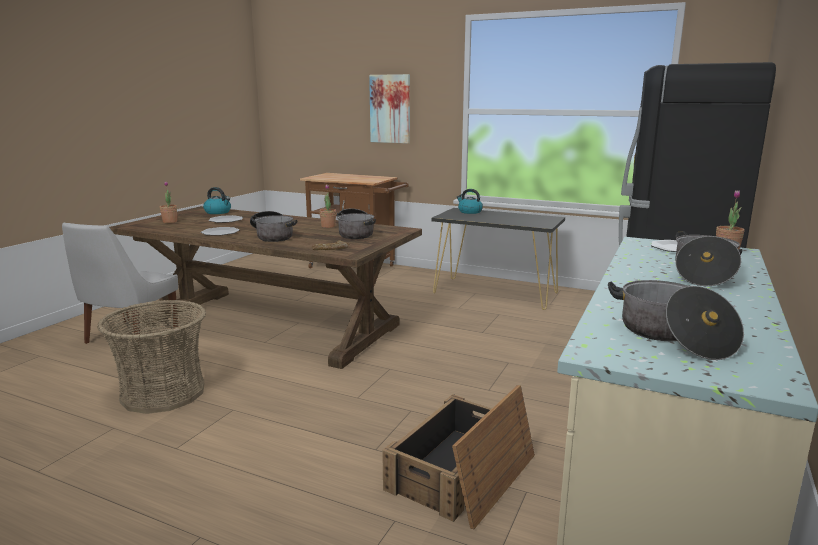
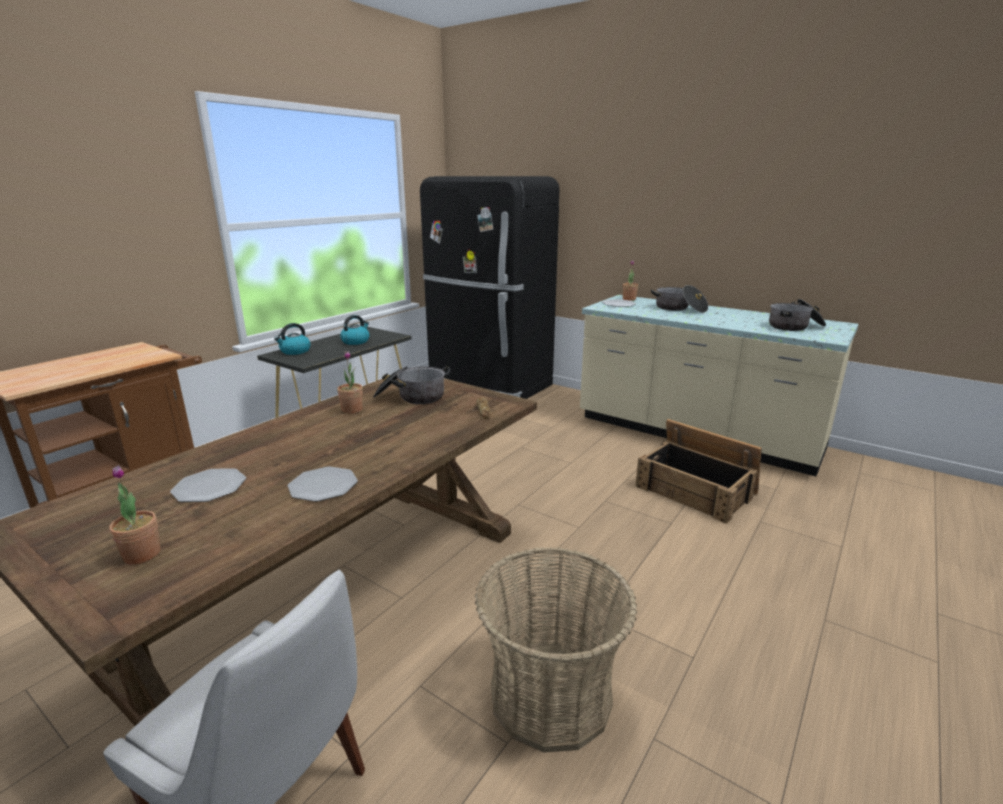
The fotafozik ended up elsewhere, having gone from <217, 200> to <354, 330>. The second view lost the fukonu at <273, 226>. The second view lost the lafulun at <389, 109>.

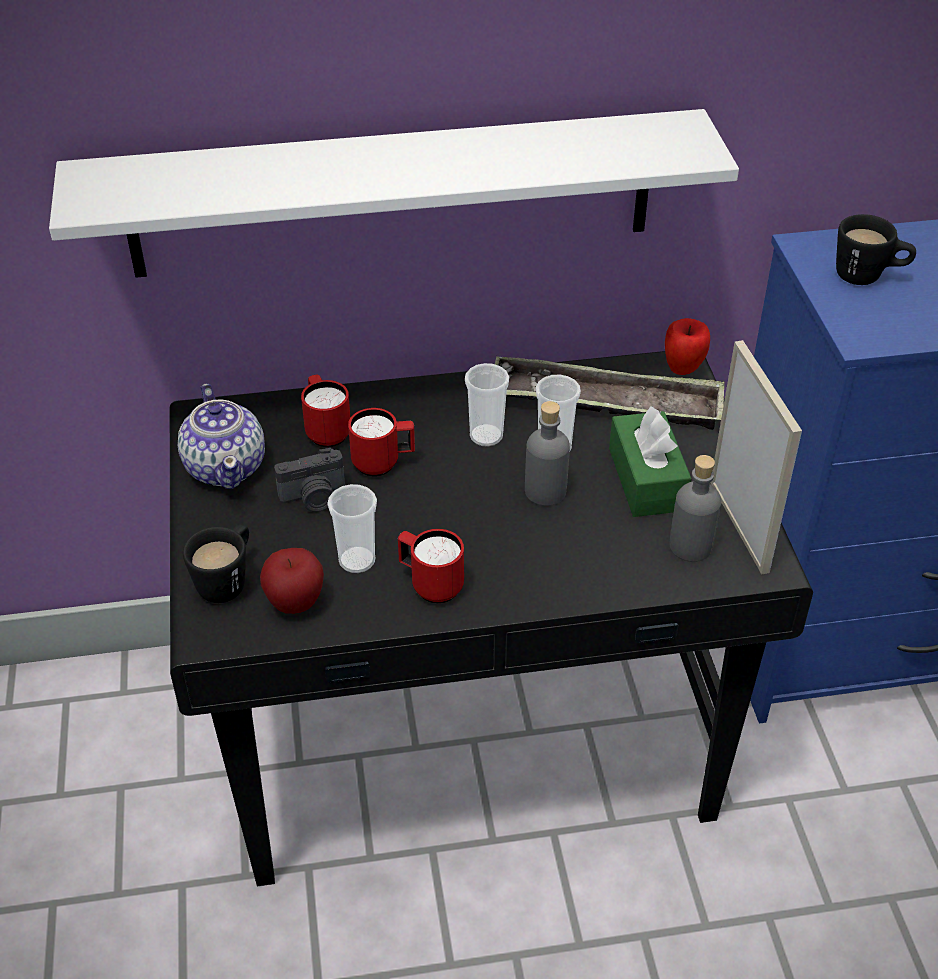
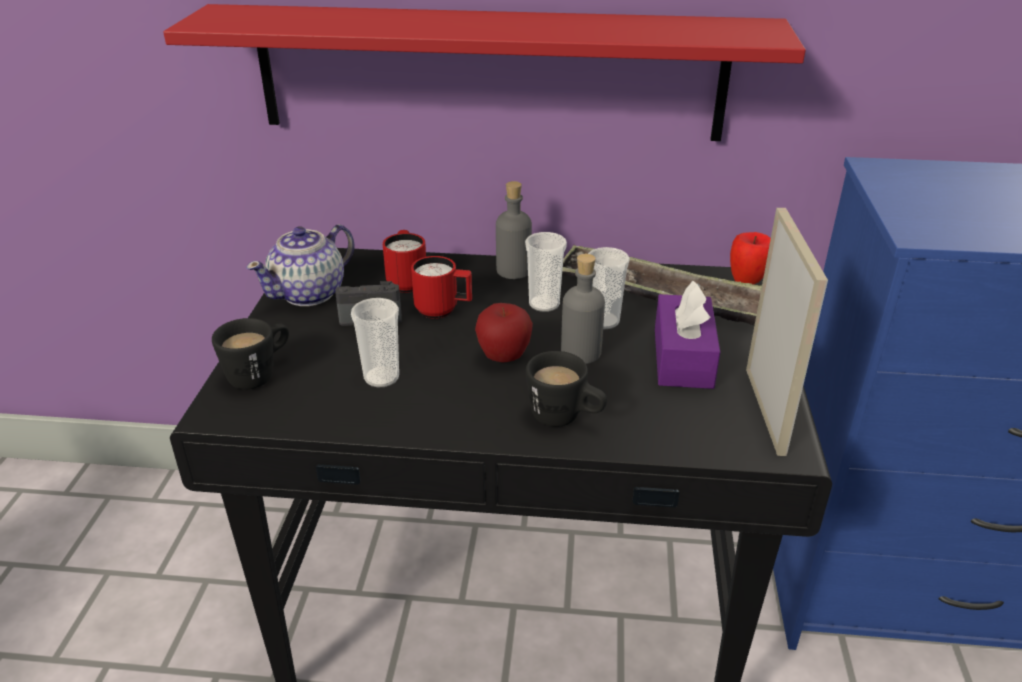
What was the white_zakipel at <394, 193> turned into the red_zakipel at <484, 72>. The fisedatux at <221, 436> ended up facing another way, 45 degrees clockwise from before. The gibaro ended up elsewhere, having gone from <292, 581> to <504, 332>. The second view lost the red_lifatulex at <431, 566>. What was the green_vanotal at <650, 461> turned into the purple_vanotal at <687, 335>. The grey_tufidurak ended up elsewhere, having gone from <695, 508> to <514, 230>. The black_lifatulex ended up elsewhere, having gone from <876, 249> to <566, 389>.

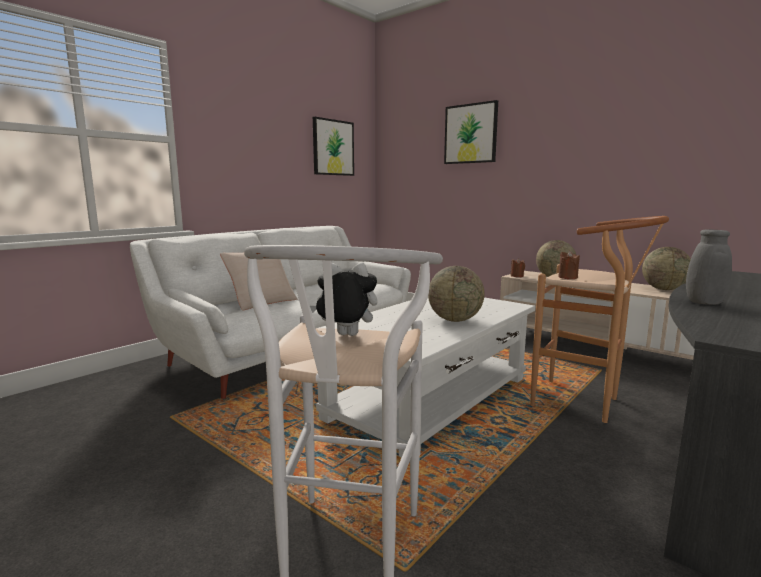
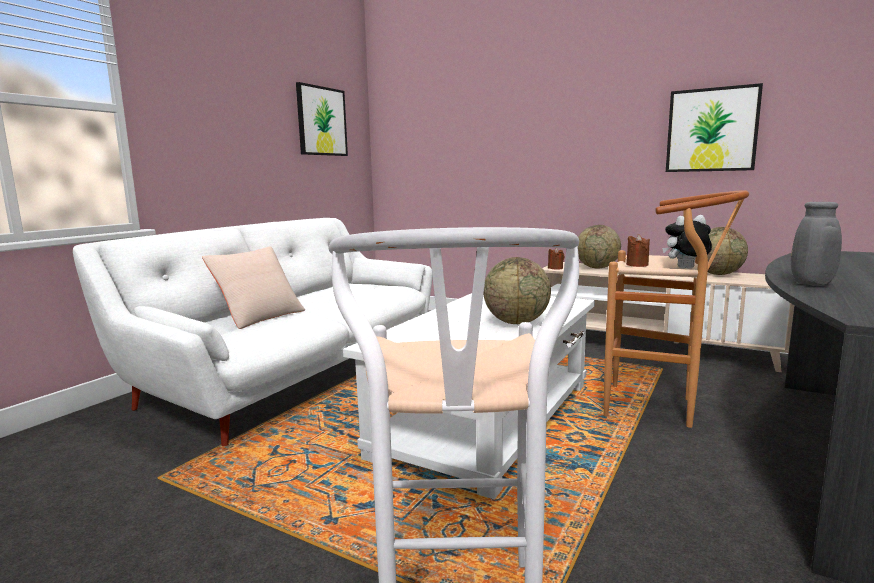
The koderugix ended up elsewhere, having gone from <344, 299> to <687, 242>. The lafulun ended up elsewhere, having gone from <471, 132> to <714, 127>.

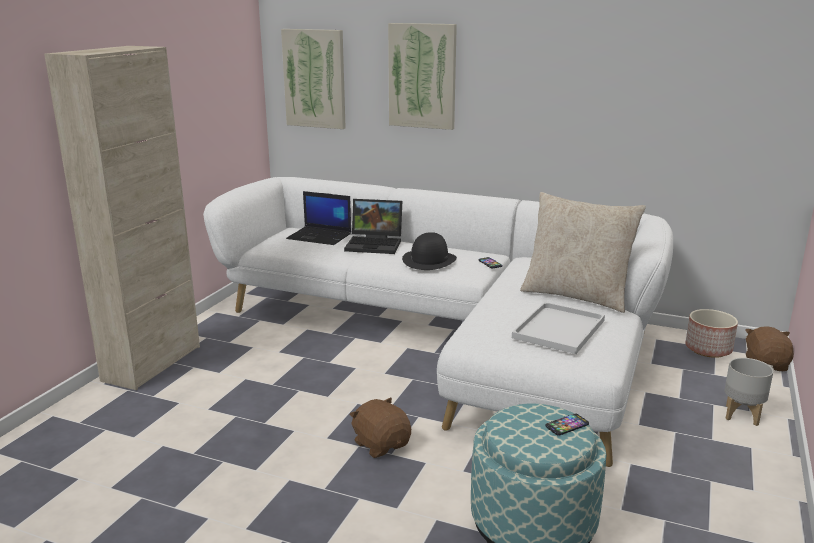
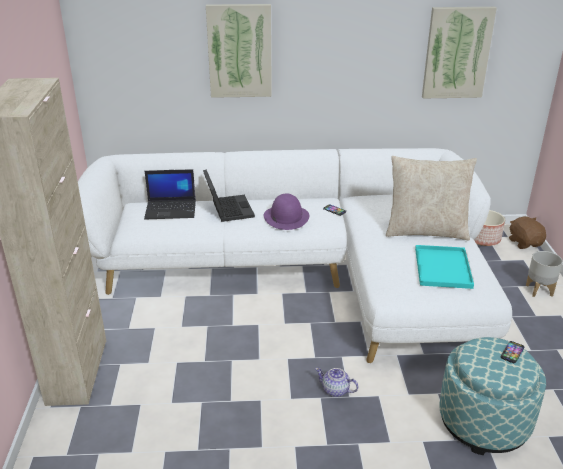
The lafulun ended up elsewhere, having gone from <313, 79> to <459, 53>. The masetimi at <373, 226> ended up facing another way, 90 degrees counterclockwise from before. Where the brown_koderugix stood at <380, 428>, the fisedatux came to stand at <336, 382>. What was the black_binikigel at <429, 251> turned into the purple_binikigel at <286, 211>. What was the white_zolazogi at <558, 328> turned into the turquoise_zolazogi at <444, 267>.

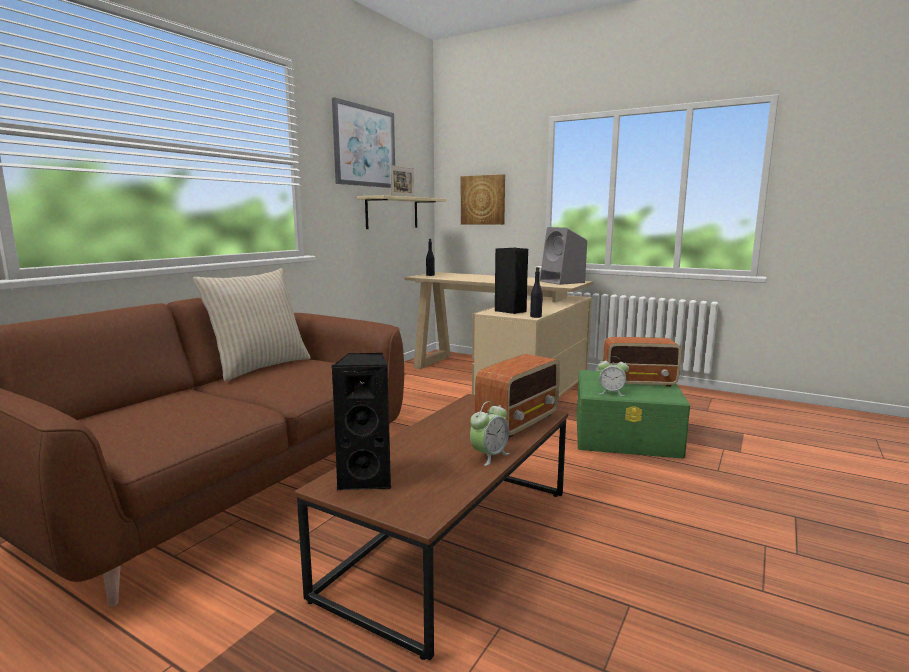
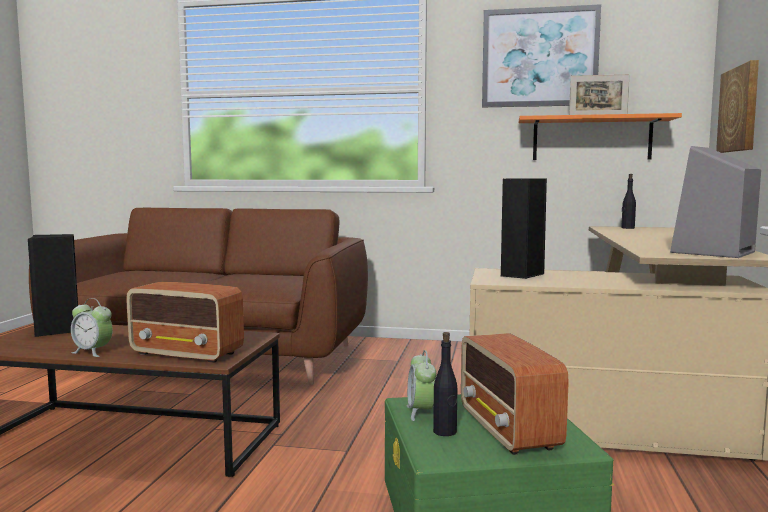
The second view lost the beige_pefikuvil at <252, 325>. What was the beige_zakipel at <401, 212> turned into the orange_zakipel at <600, 136>. The black_tufidurak ended up elsewhere, having gone from <536, 292> to <445, 384>.

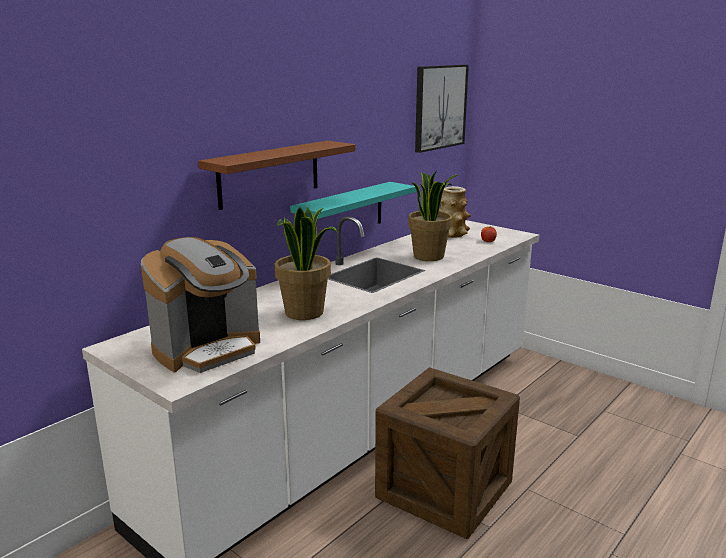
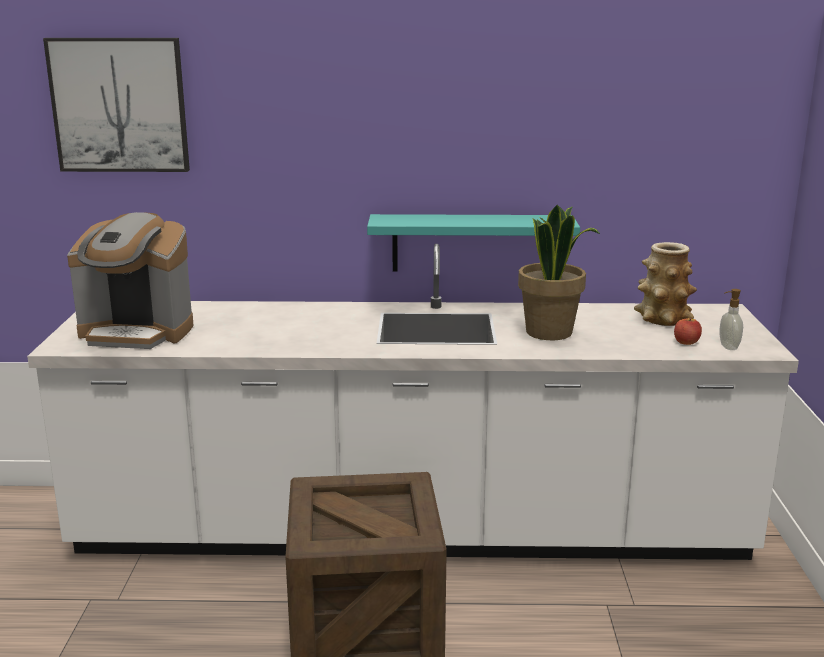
The second view lost the brown_zakipel at <276, 175>. The second view lost the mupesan at <306, 263>. The lafulun ended up elsewhere, having gone from <442, 109> to <116, 105>. The second view gained the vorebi at <731, 319>.

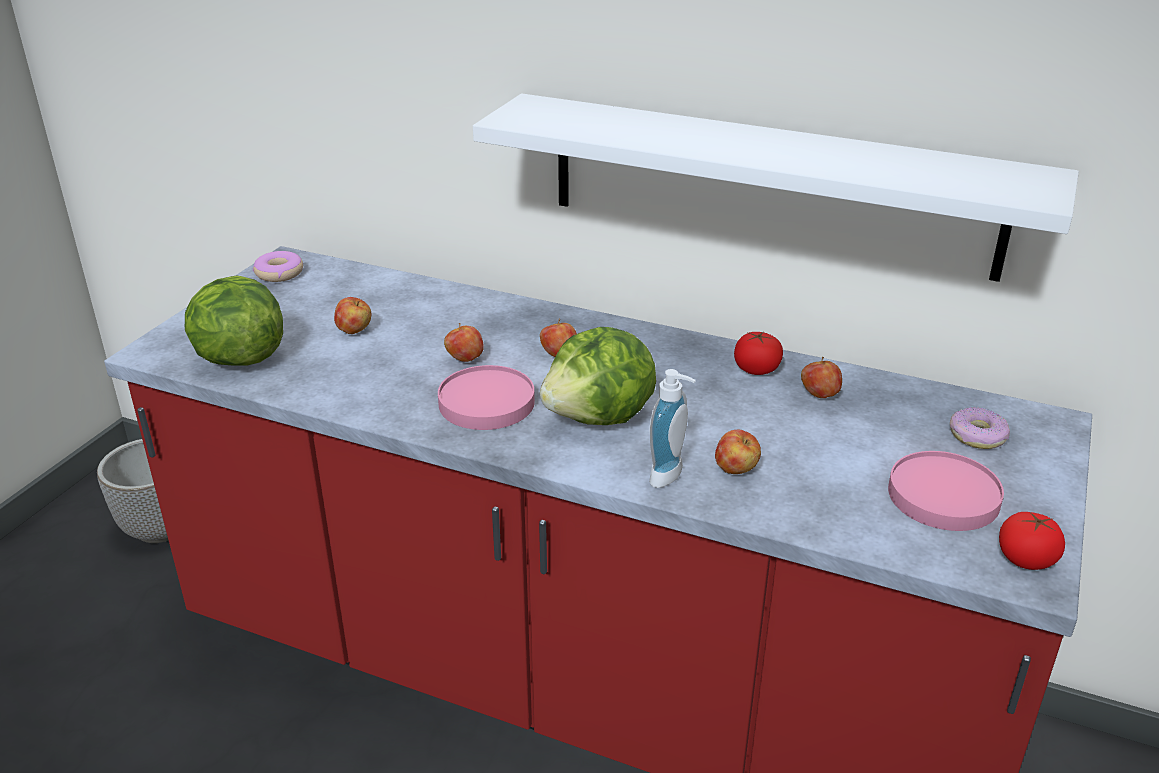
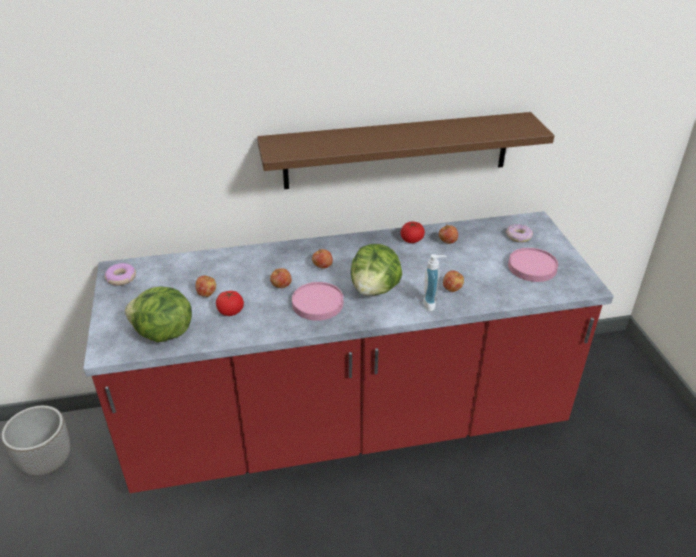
What was the white_zakipel at <776, 188> turned into the brown_zakipel at <405, 150>. The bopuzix ended up elsewhere, having gone from <1032, 541> to <230, 303>.

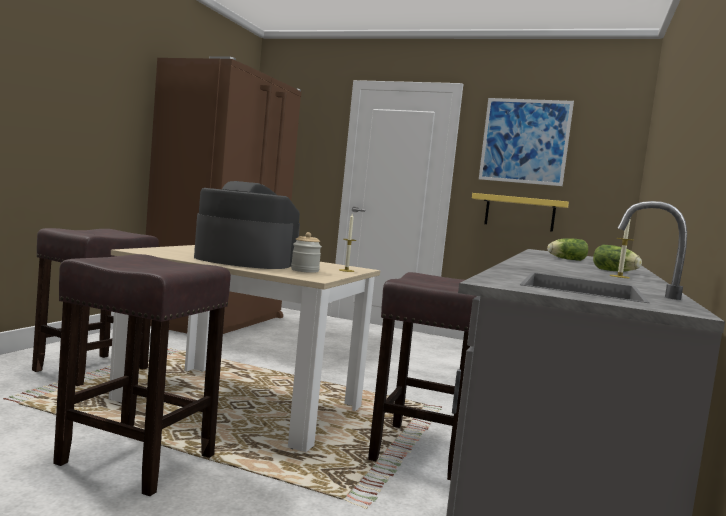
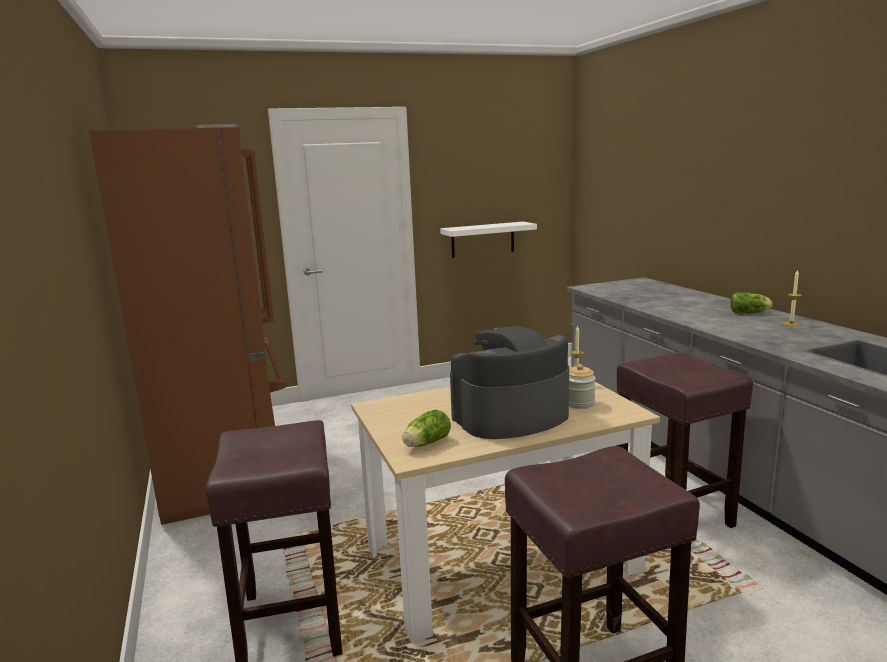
What was the yellow_zakipel at <520, 212> turned into the white_zakipel at <488, 240>. The second view lost the lafulun at <526, 142>. The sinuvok ended up elsewhere, having gone from <567, 249> to <426, 428>.

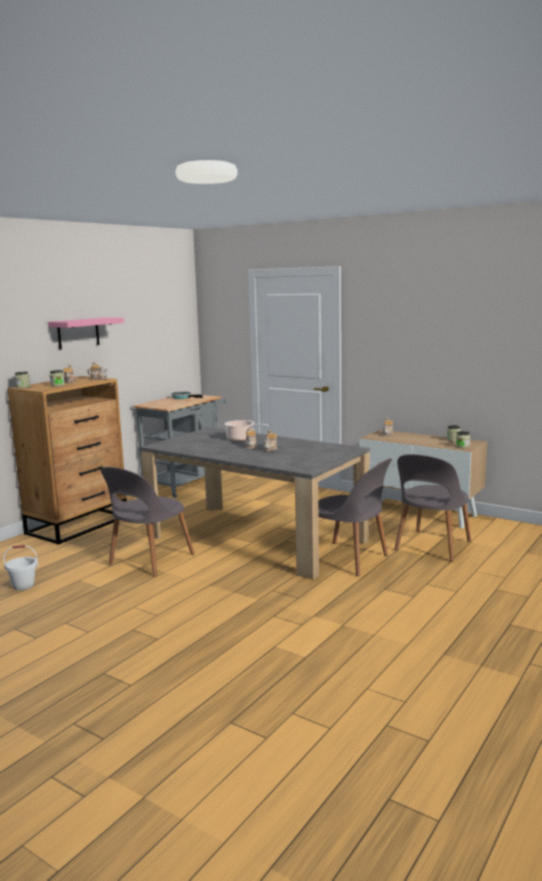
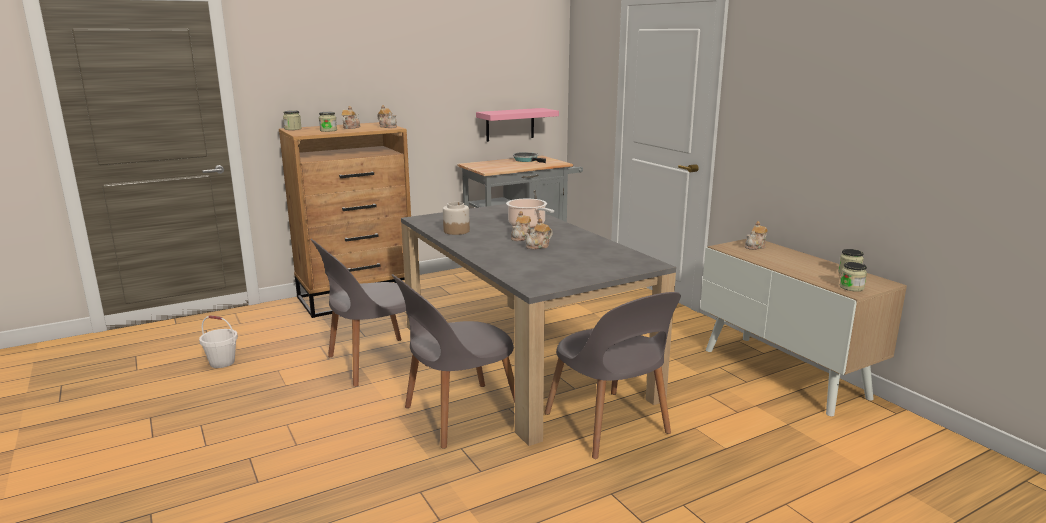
The pink_zakipel ended up elsewhere, having gone from <86, 333> to <517, 125>. The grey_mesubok ended up elsewhere, having gone from <432, 508> to <453, 361>. The second view gained the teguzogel at <456, 218>.

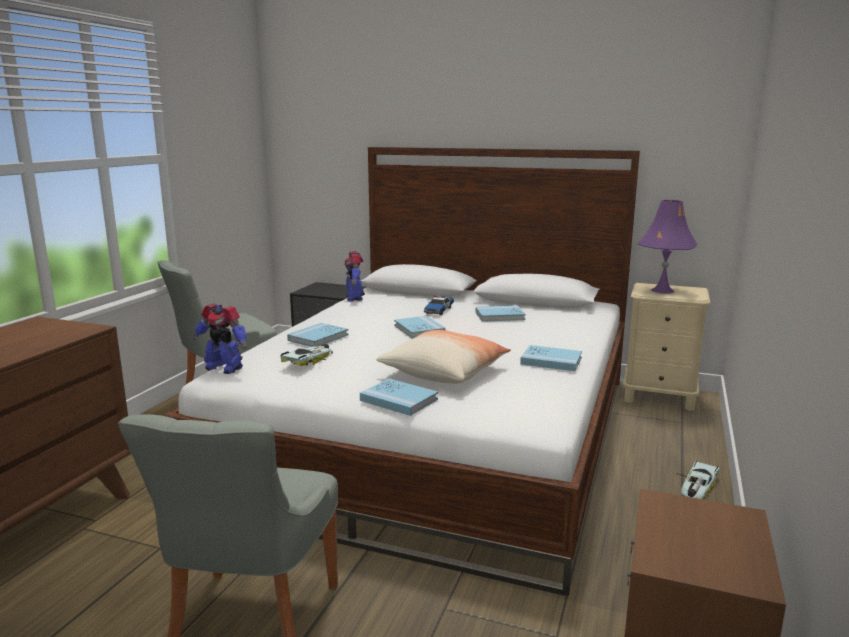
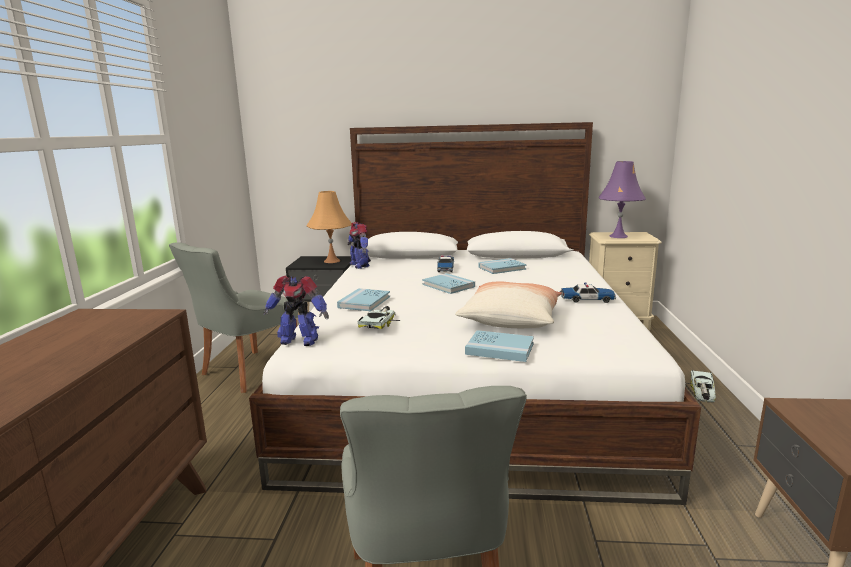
Where the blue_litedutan stood at <551, 358>, the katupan came to stand at <588, 292>. The second view gained the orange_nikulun at <329, 227>.

